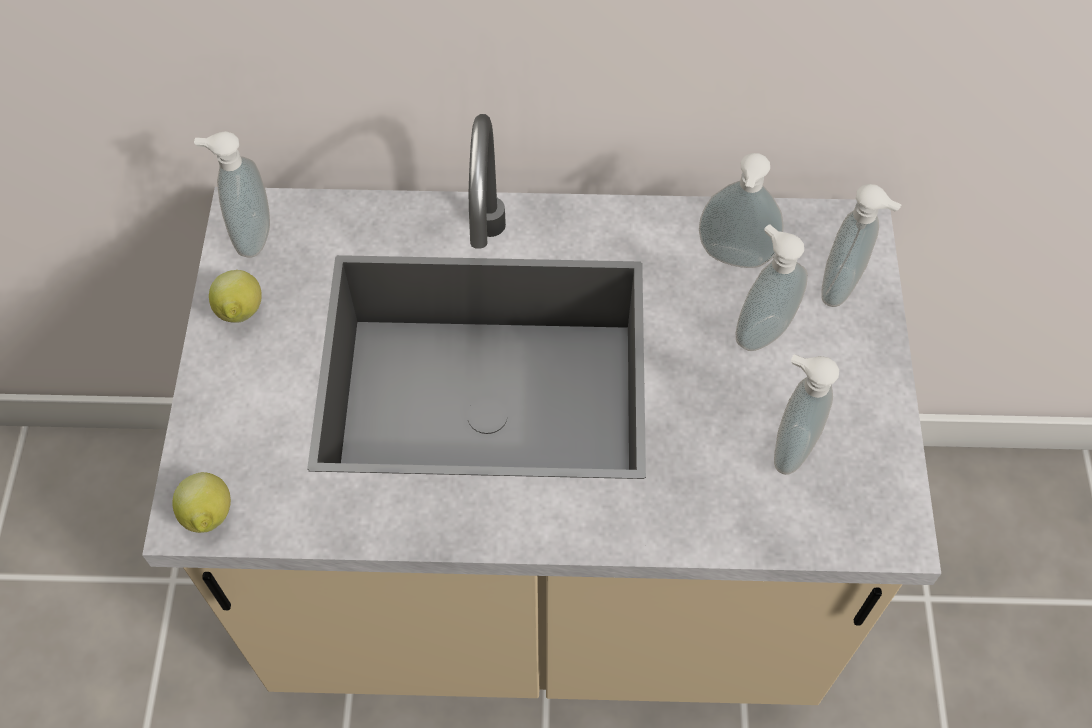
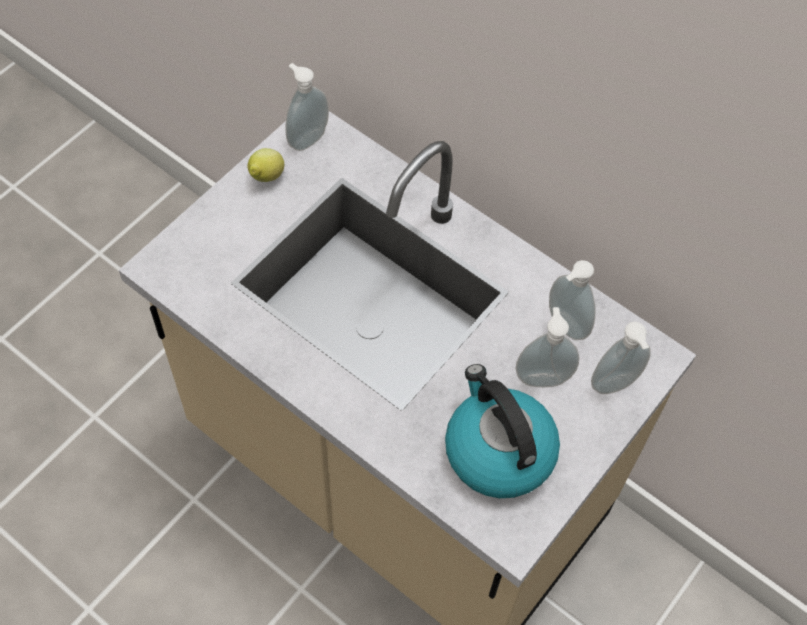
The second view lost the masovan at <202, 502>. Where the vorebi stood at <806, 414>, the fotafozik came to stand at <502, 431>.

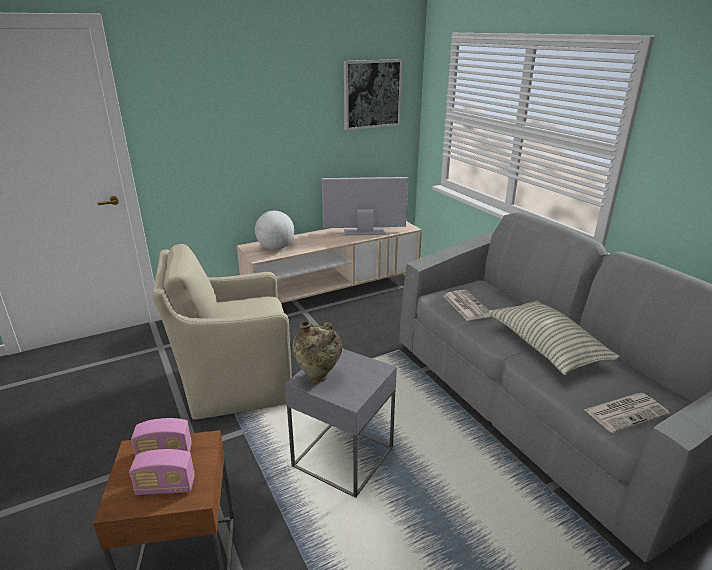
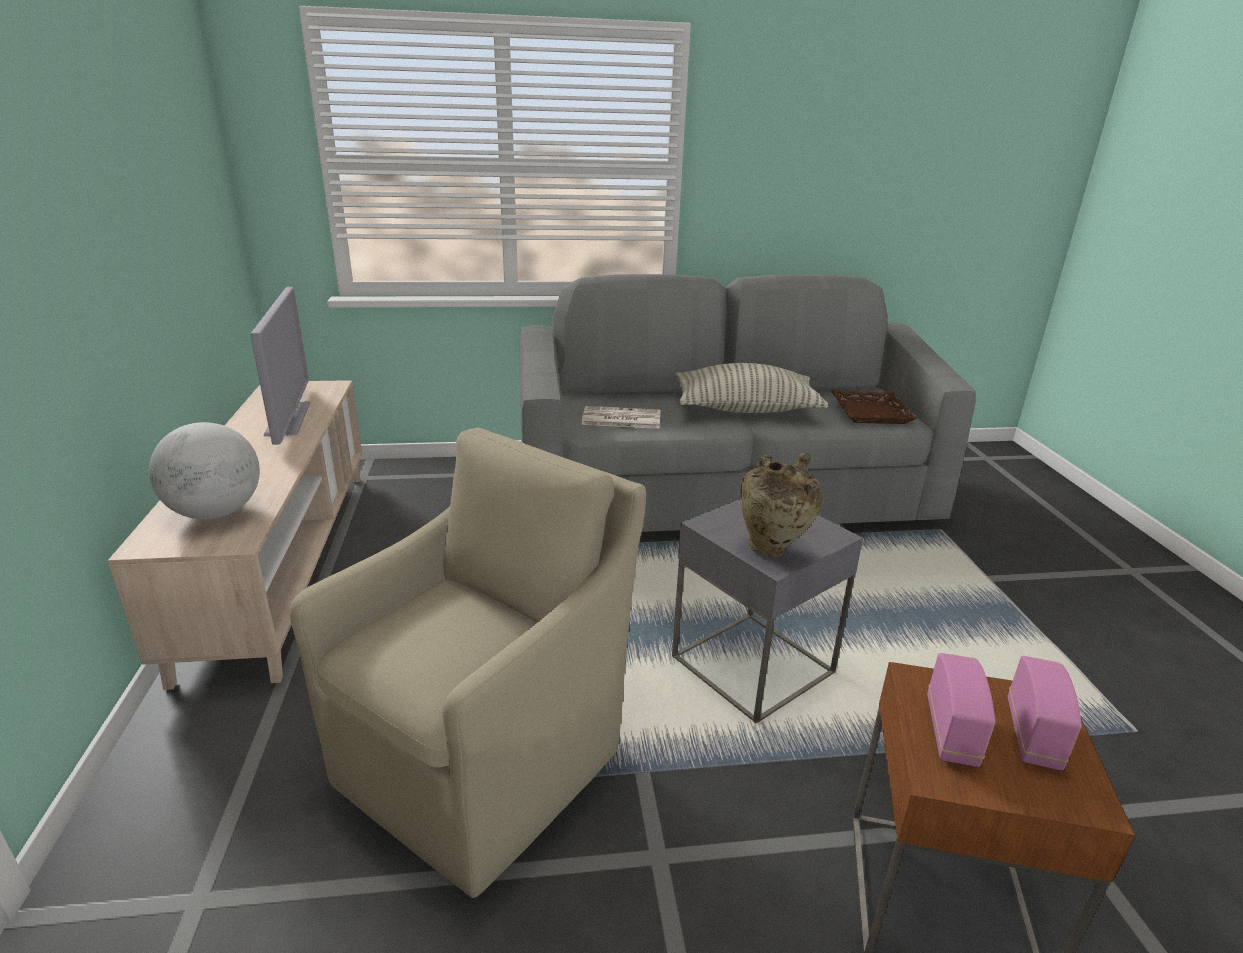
The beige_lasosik at <222, 332> ended up facing another way, 150 degrees counterclockwise from before. The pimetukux at <365, 206> ended up facing another way, 150 degrees clockwise from before. The second view lost the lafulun at <373, 94>. Where the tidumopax stood at <627, 413>, the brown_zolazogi came to stand at <874, 407>.

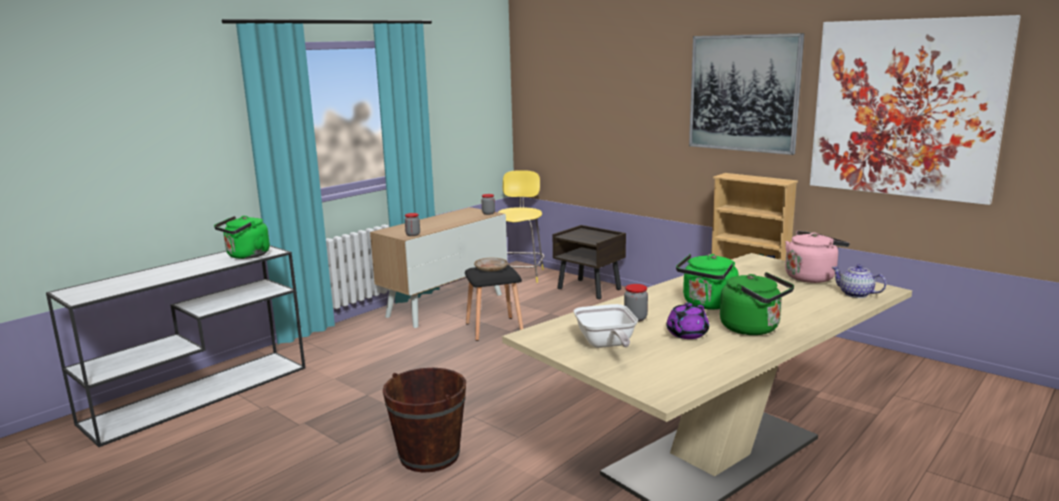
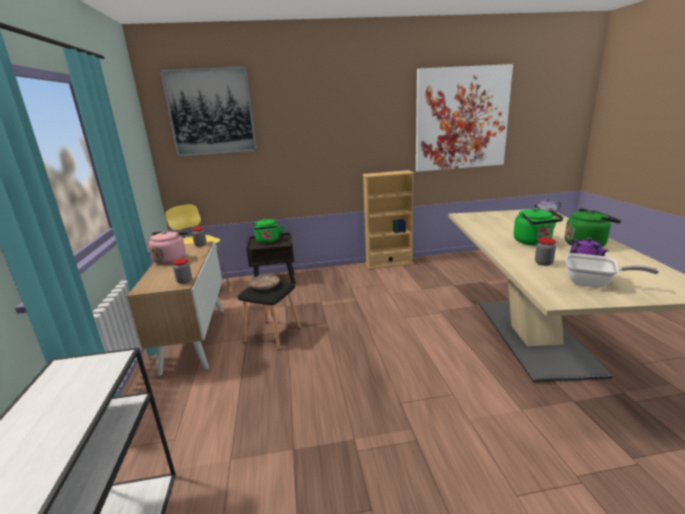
The green_fotafozik ended up elsewhere, having gone from <242, 237> to <268, 230>. The second view lost the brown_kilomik at <424, 420>. The lafulun ended up elsewhere, having gone from <746, 94> to <208, 111>. The pink_fotafozik ended up elsewhere, having gone from <817, 257> to <167, 248>.

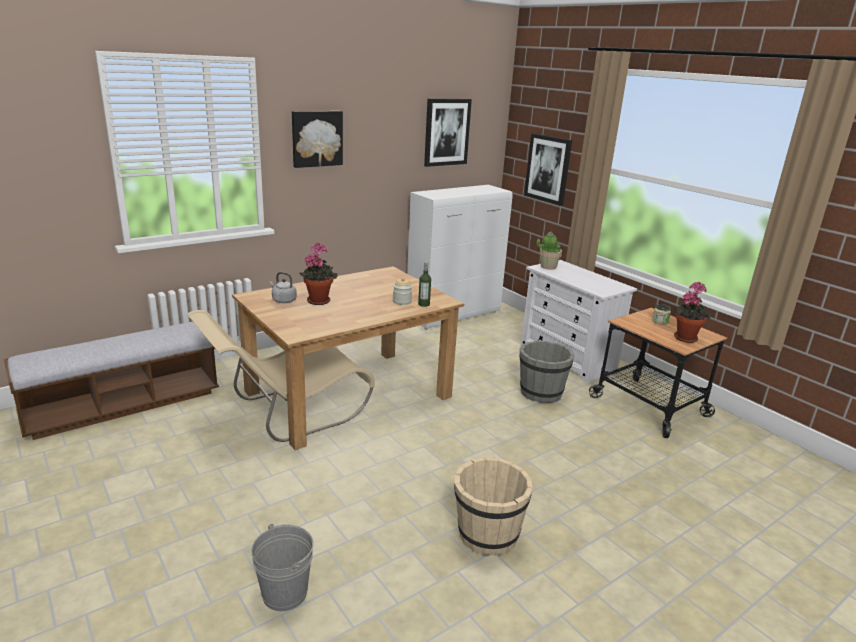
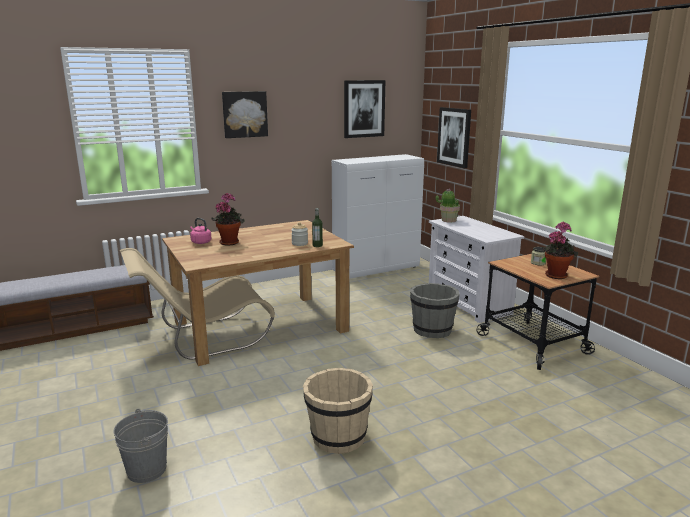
What was the grey_fotafozik at <283, 287> turned into the pink_fotafozik at <200, 231>.

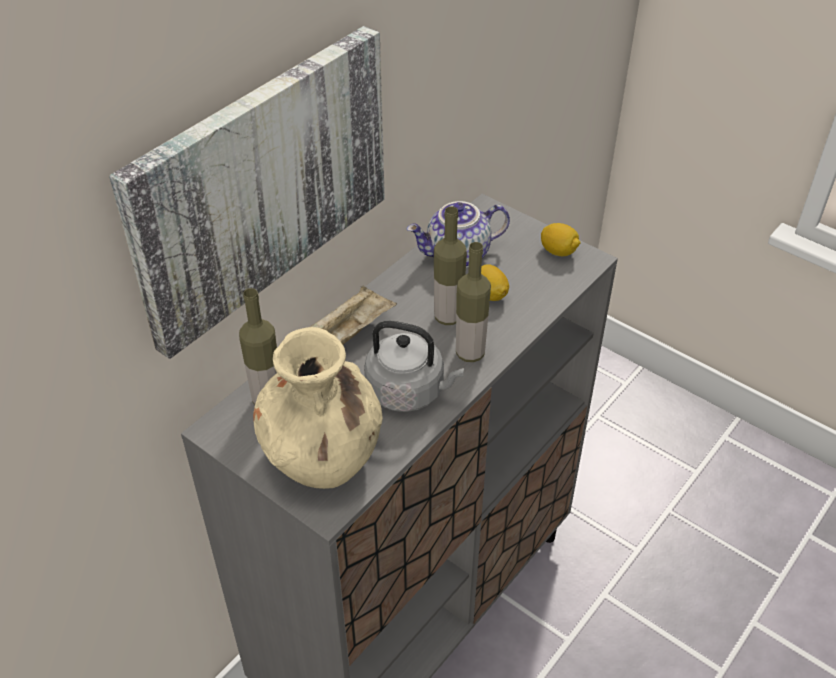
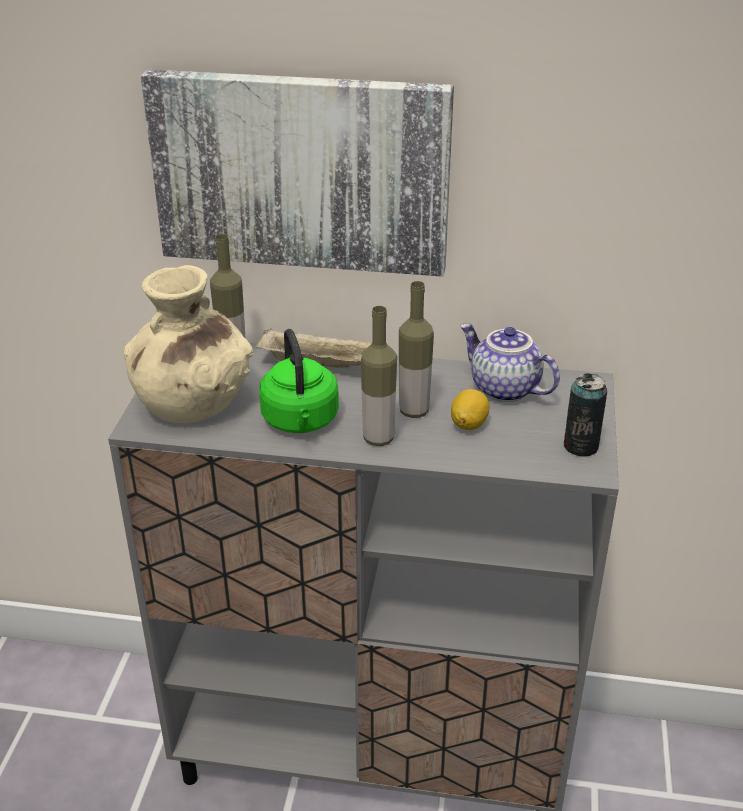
What was the grey_fotafozik at <414, 366> turned into the green_fotafozik at <299, 381>. Where the masovan stood at <560, 239>, the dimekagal came to stand at <585, 415>.

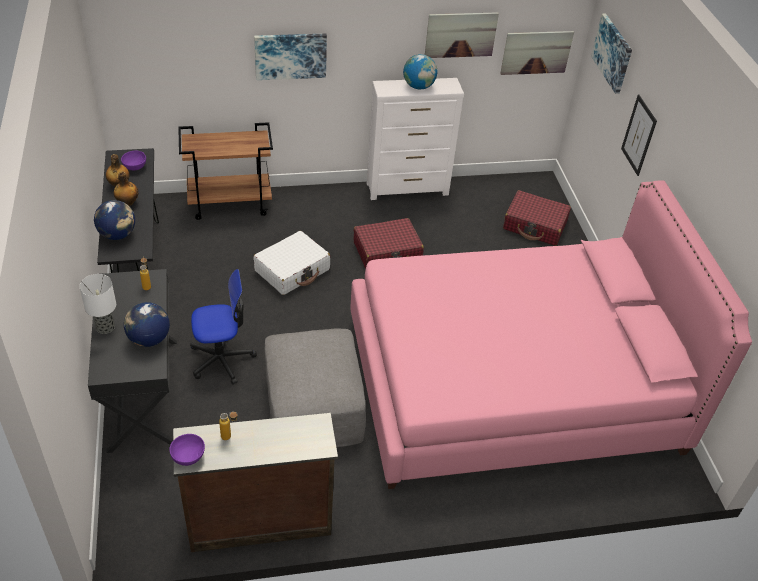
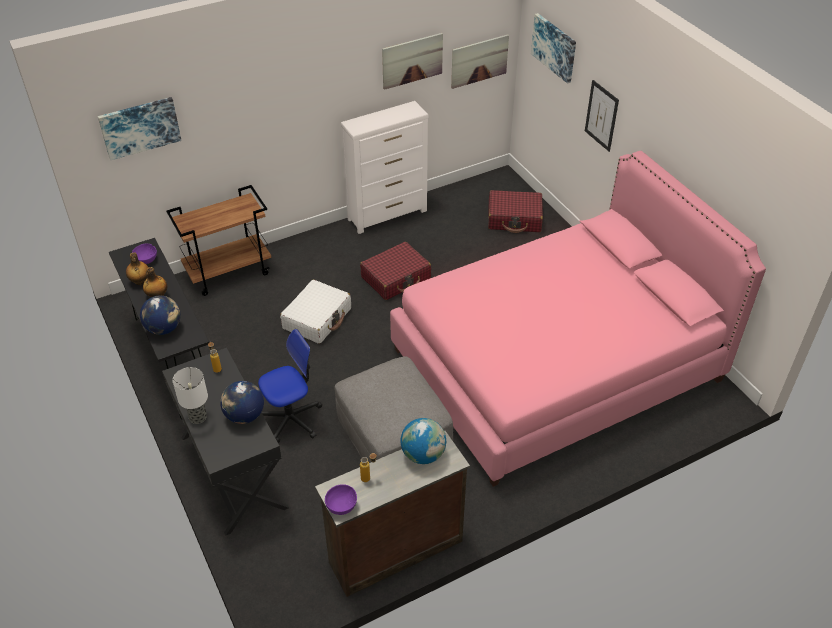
The lafulun ended up elsewhere, having gone from <290, 56> to <139, 128>. The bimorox ended up elsewhere, having gone from <420, 71> to <423, 441>.

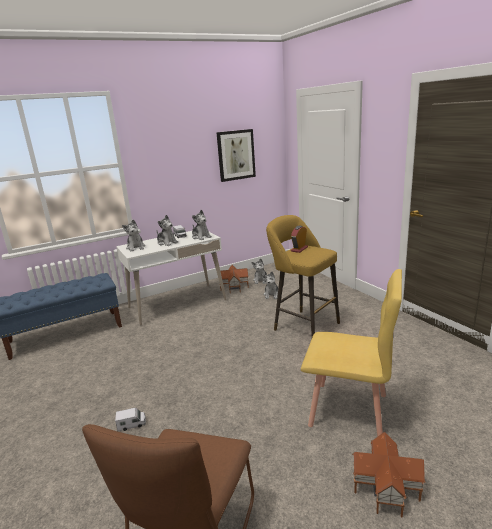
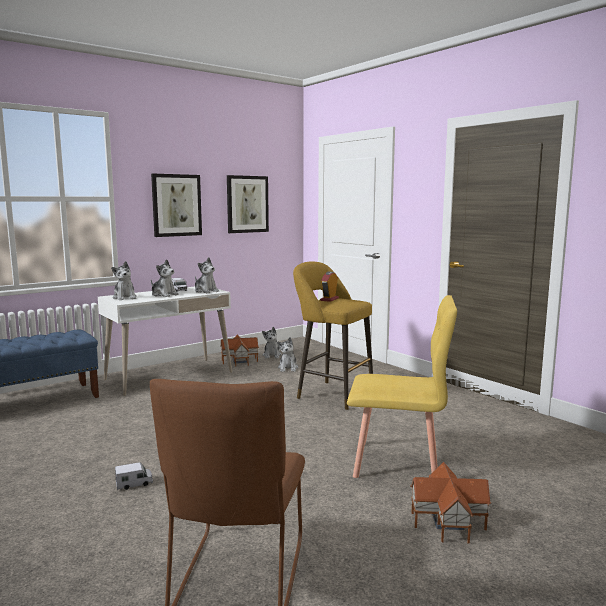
The second view gained the lafulun at <176, 205>.

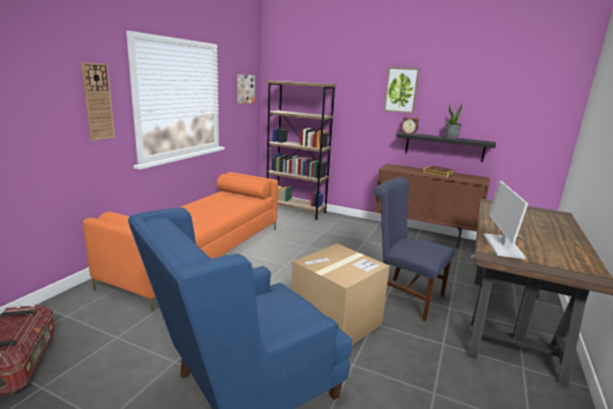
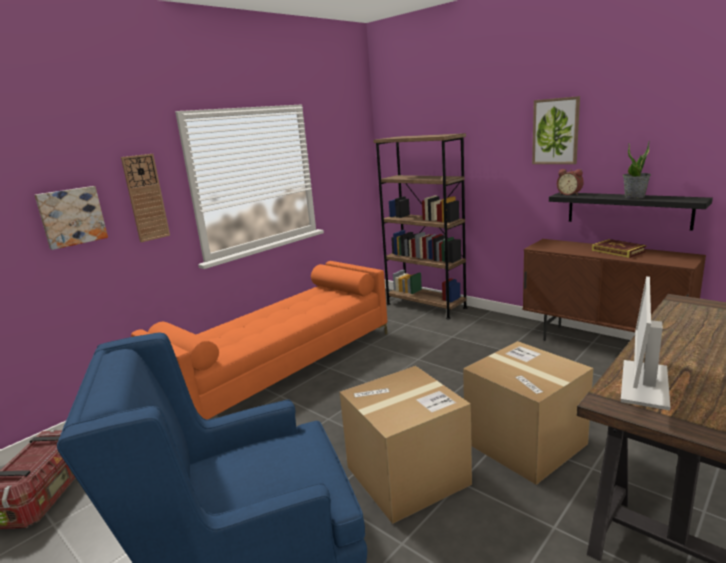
The lafulun ended up elsewhere, having gone from <246, 89> to <71, 218>. Where the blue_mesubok stood at <414, 249>, the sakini came to stand at <528, 413>.

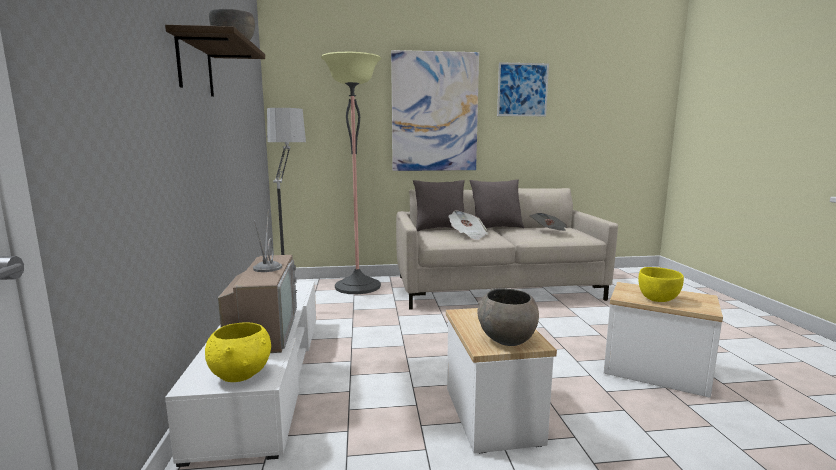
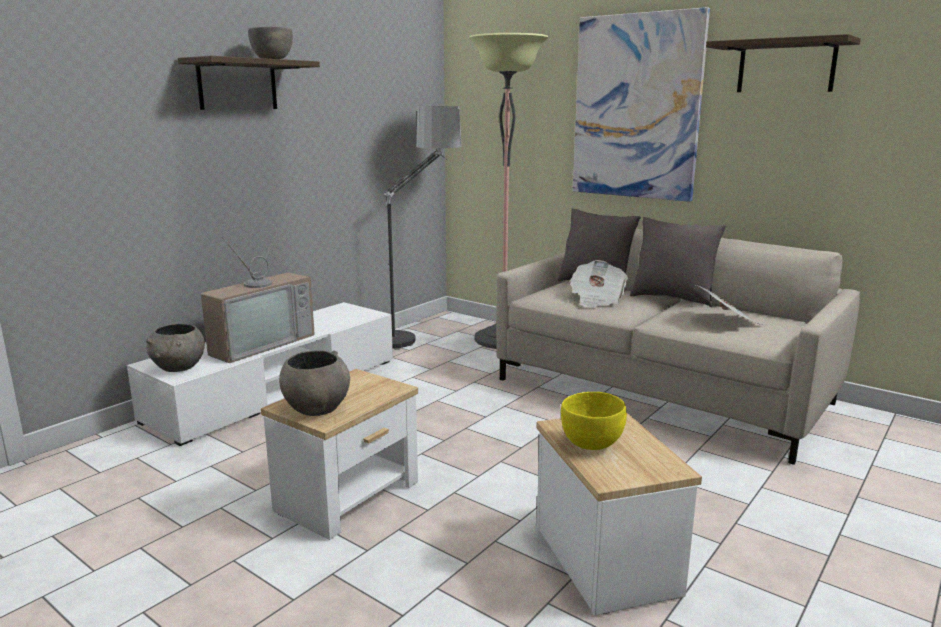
What was the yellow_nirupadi at <238, 352> turned into the grey_nirupadi at <175, 348>. Where the lafulun hung at <523, 89>, the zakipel came to hang at <783, 63>.

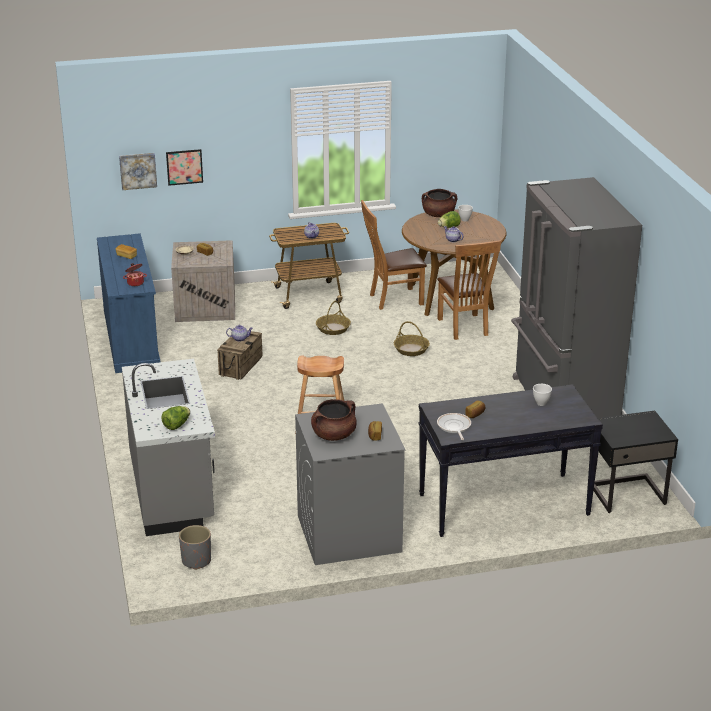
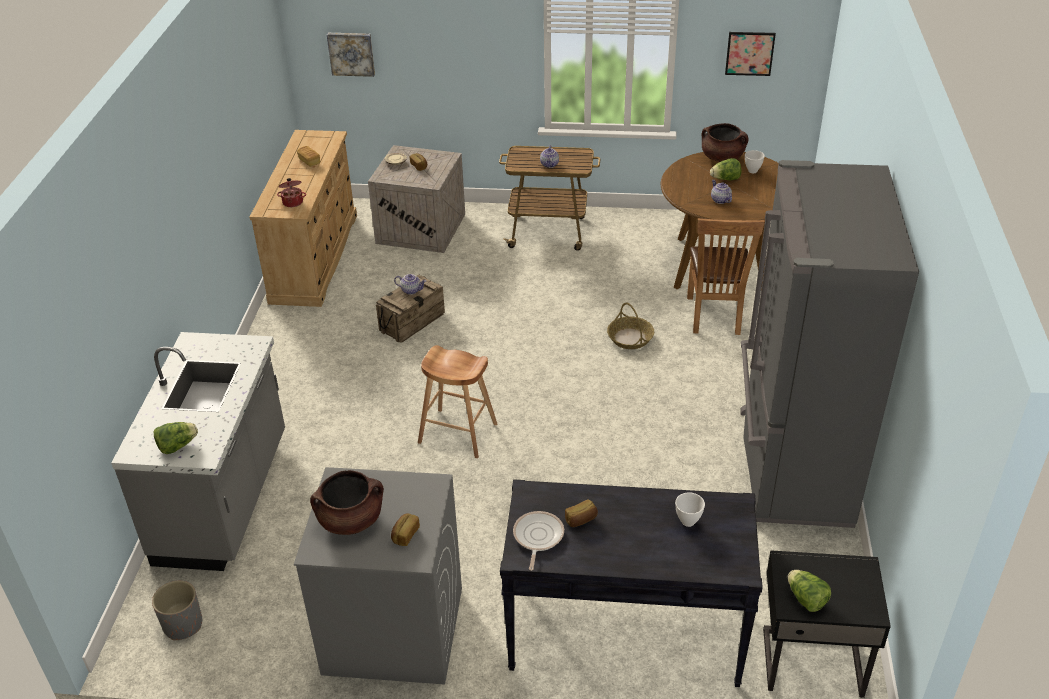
What was the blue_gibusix at <128, 303> turned into the beige_gibusix at <303, 218>. The lafulun ended up elsewhere, having gone from <184, 167> to <750, 54>. The second view lost the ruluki at <333, 318>. The second view lost the brown_mesubok at <394, 255>. The second view gained the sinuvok at <809, 591>.

